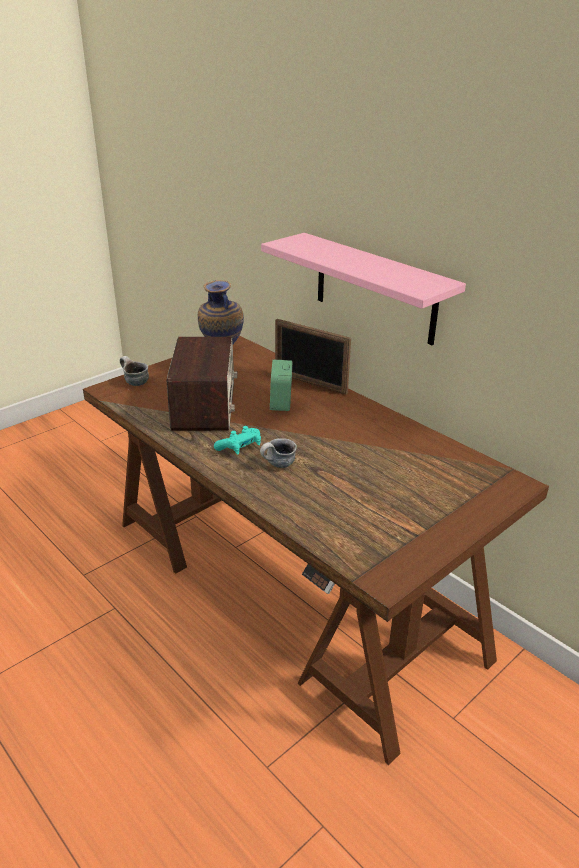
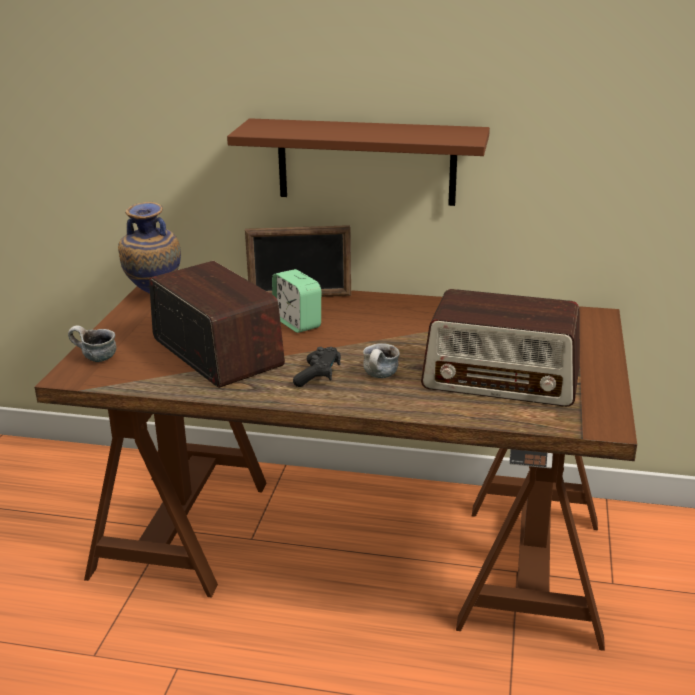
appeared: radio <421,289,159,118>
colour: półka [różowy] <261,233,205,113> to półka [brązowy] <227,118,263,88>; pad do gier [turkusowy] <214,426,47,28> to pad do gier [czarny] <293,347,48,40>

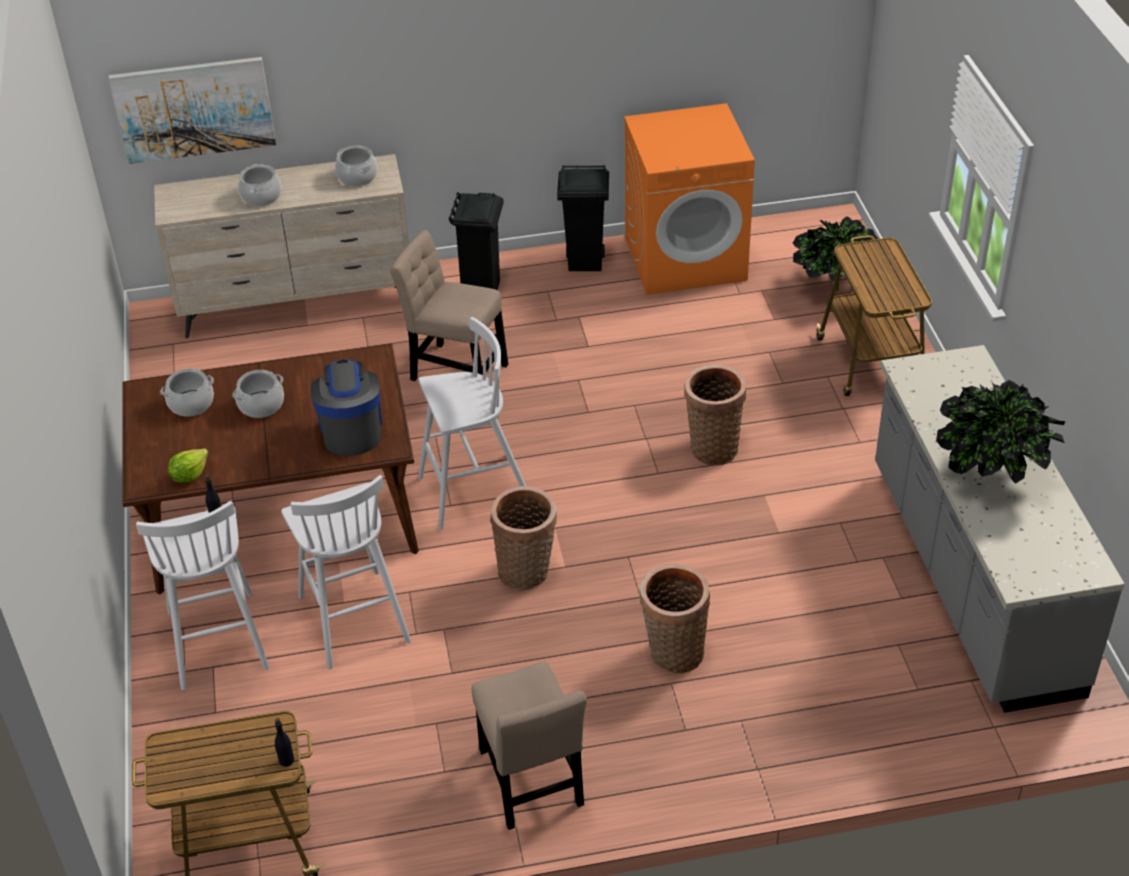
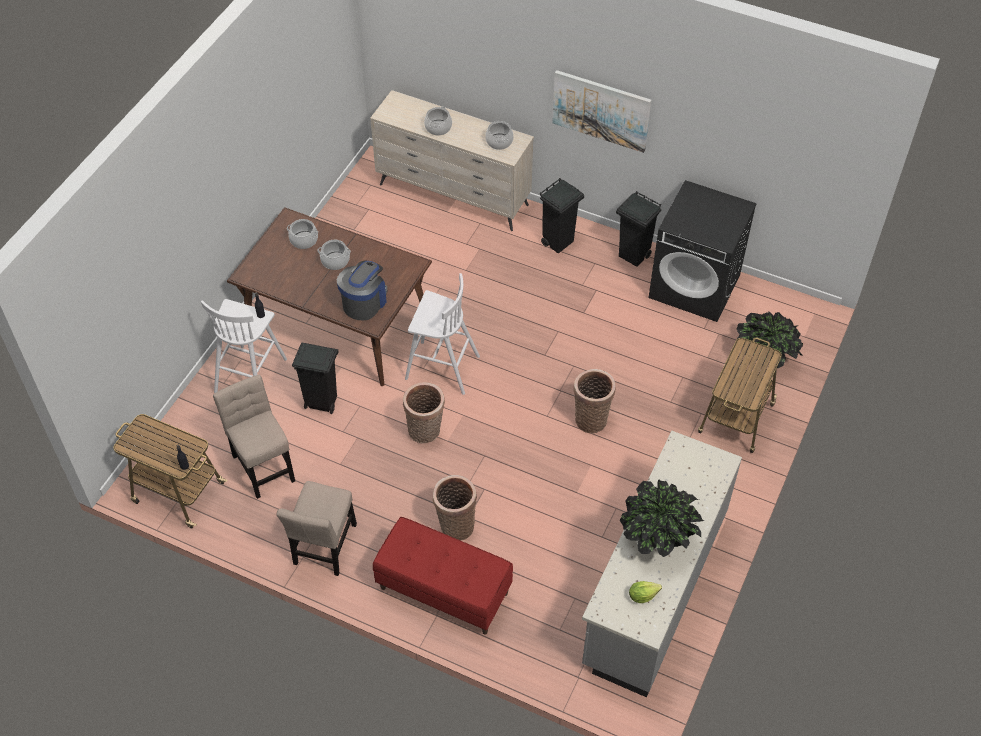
appeared: ławka [czerwony] <373,517,140,118>
relocated: krzesło [beżowy] <390,230,118,151> to <213,375,82,124>; obraz <109,57,167,107> to <552,70,99,83>; sałata <168,448,40,35> to <629,581,33,22>
exchanged: stołek [biały] <281,475,130,194> to kosz na śmieci [czarny] <292,343,46,71>
colour: pralka [pomarańczowy] <624,103,131,192> to pralka [czarny] <648,180,109,142>

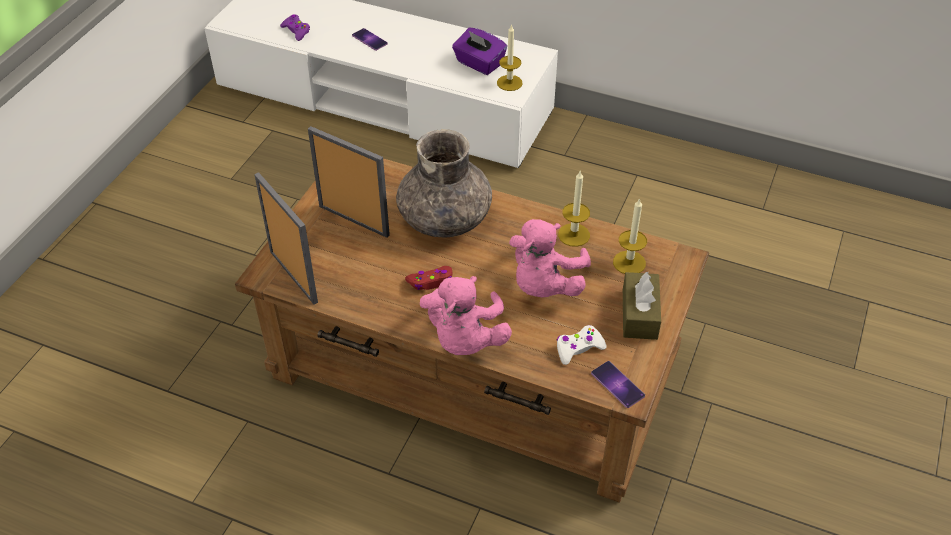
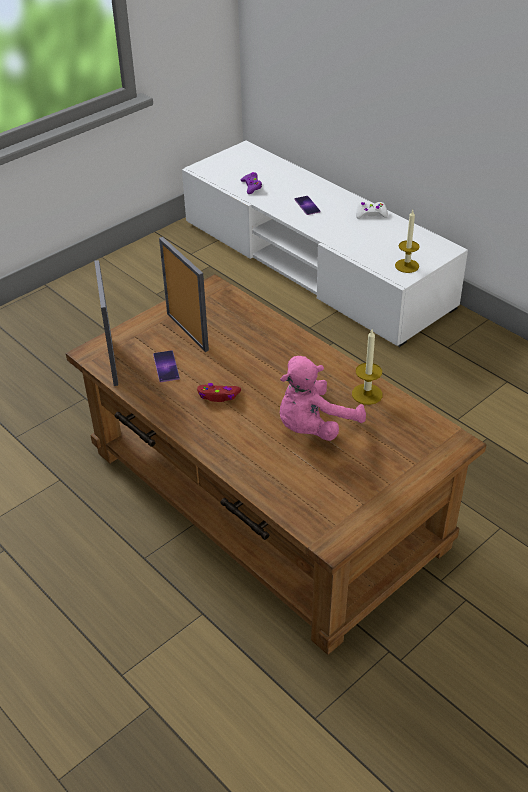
missing: wazon [szary] <396,129,96,109>; pluszak [różowy] <420,276,92,79>; pudełko chusteczek [fioletowy] <452,28,55,47>; świeca <613,198,34,76>; pudełko chusteczek [brązowy] <623,272,38,68>
relocated: telefon <591,361,54,47> to <153,350,27,32>; pad do gier [biały] <557,325,50,40> to <356,202,32,17>

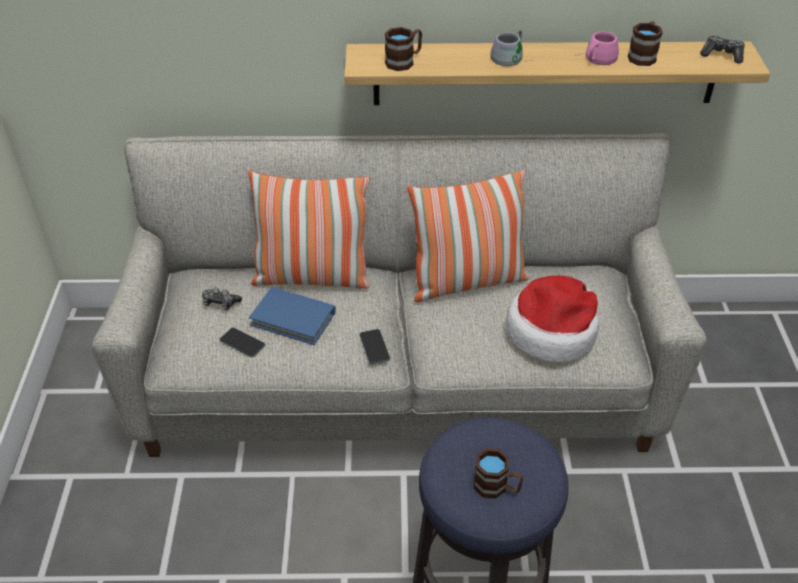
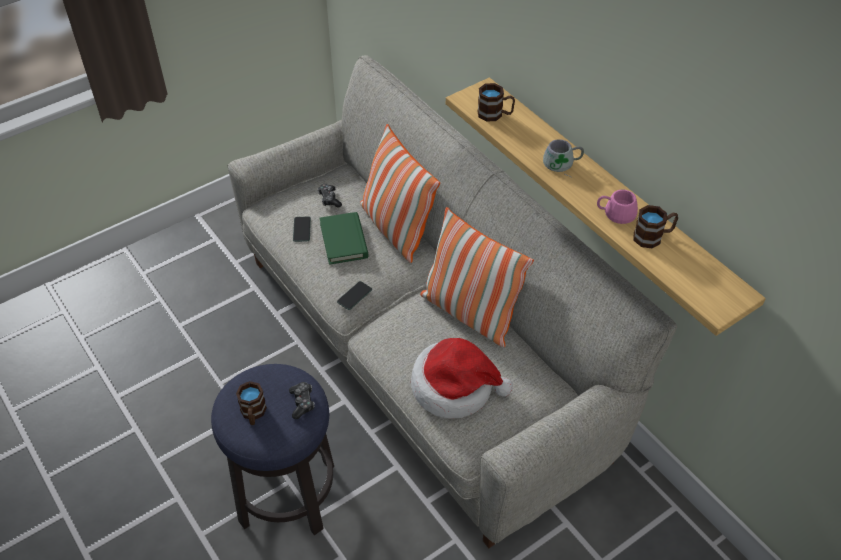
relocated: pad do gier <700,36,44,28> to <289,382,26,37>
colour: książka [niebieski] <249,287,87,58> to książka [zielony] <320,212,49,53>

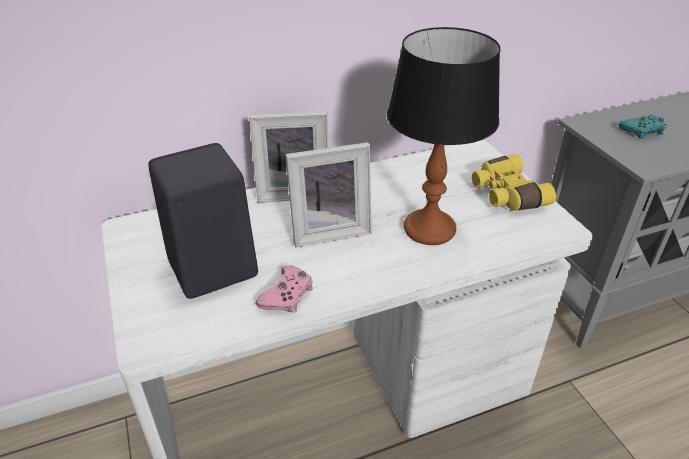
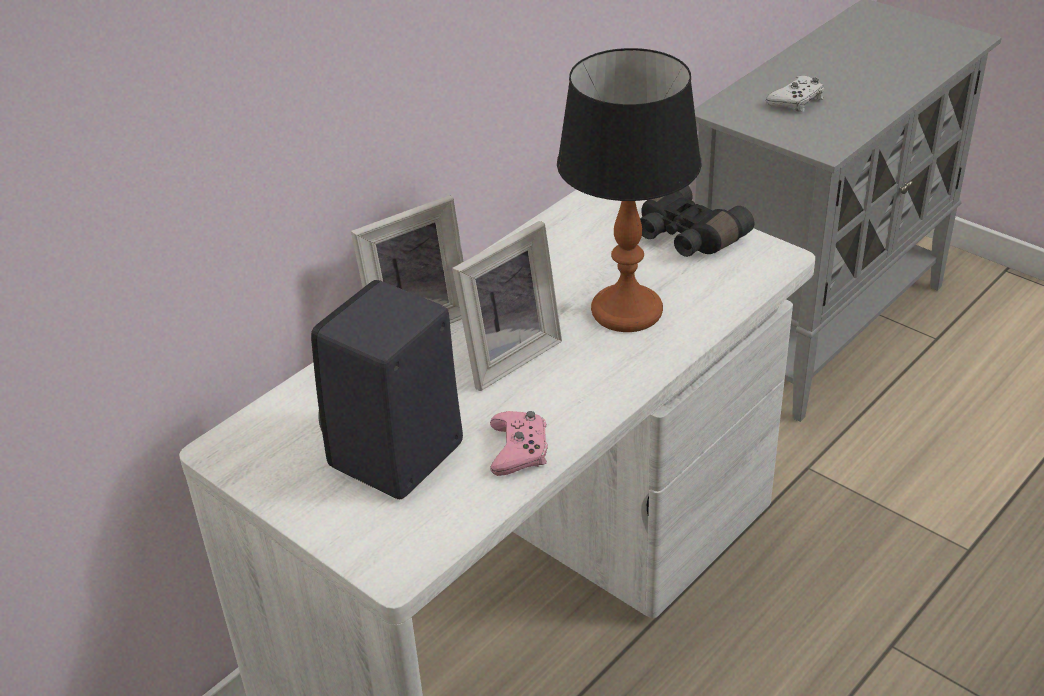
colour: lornetka [żółty] <472,154,84,57> to lornetka [czarny] <640,186,114,71>; pad do gier [turkusowy] <618,115,49,24> to pad do gier [biały] <766,76,58,36>

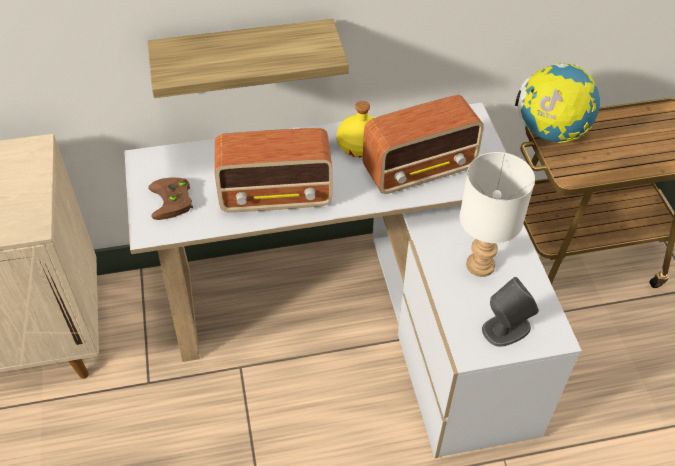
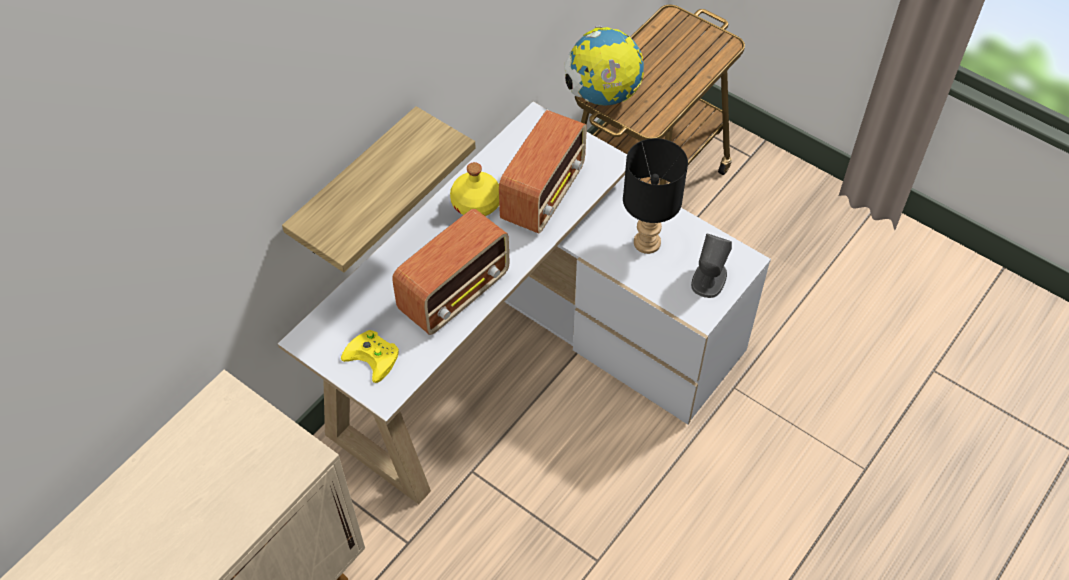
colour: pad do gier [brązowy] <148,177,45,43> to pad do gier [żółty] <341,330,58,53>; lampa stołowa [biały] <459,152,76,125> to lampa stołowa [czarny] <623,138,65,116>

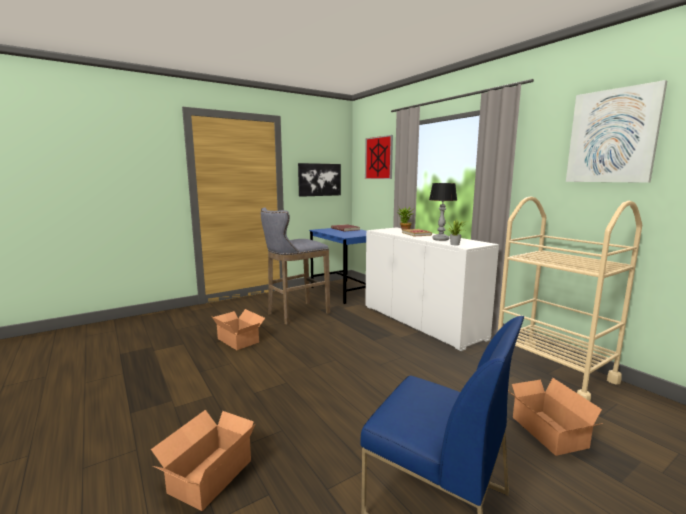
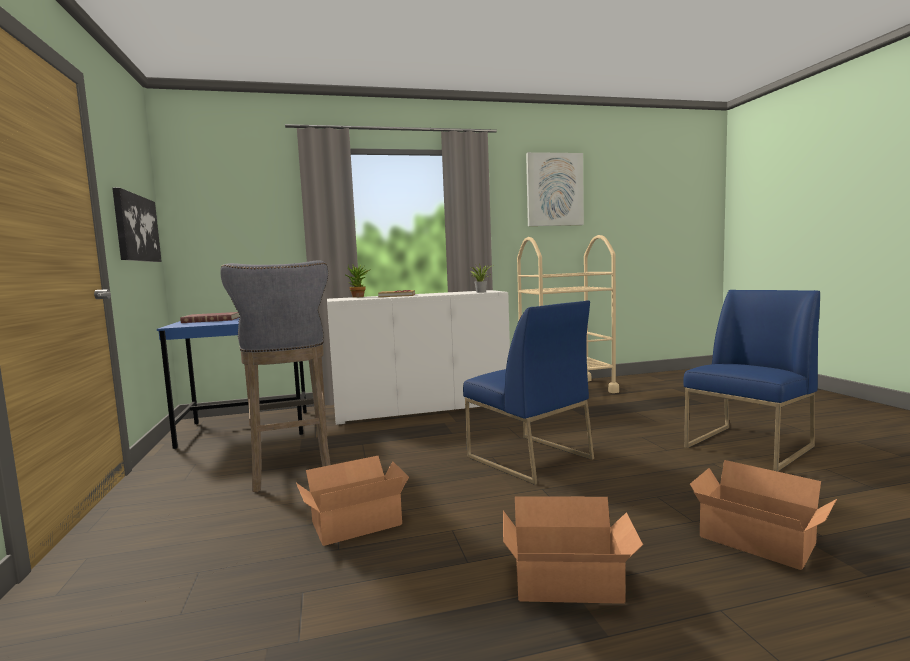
missing: obraz <365,135,28,44>; lampa stołowa <429,183,28,58>
appeared: krzesło [niebieski] <463,300,131,185>
relocated: karton <509,378,94,78> to <503,497,140,107>

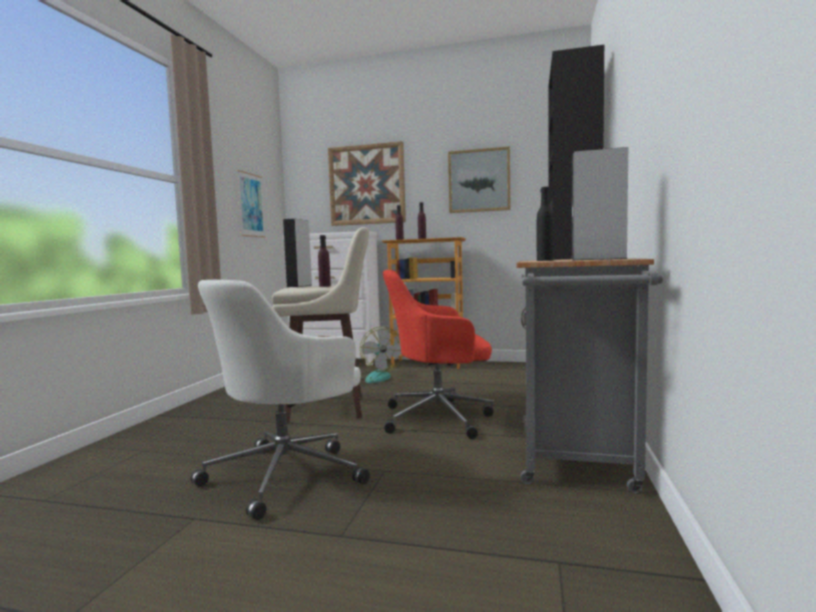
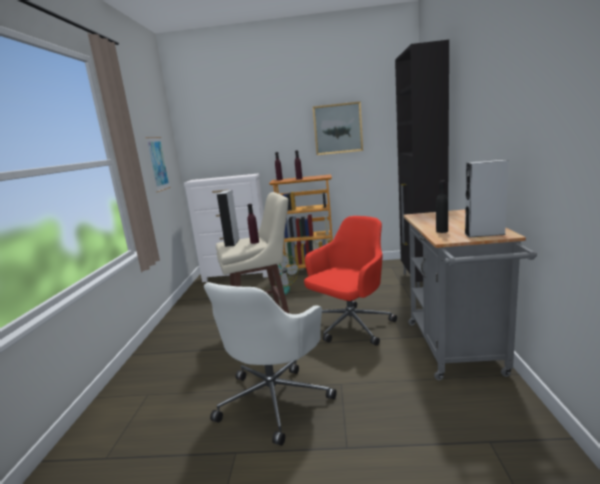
missing: obraz <328,141,78,85>
spun: krzesło biurowe [czerwony] <383,270,111,169> = <304,216,93,130> 150 degrees clockwise

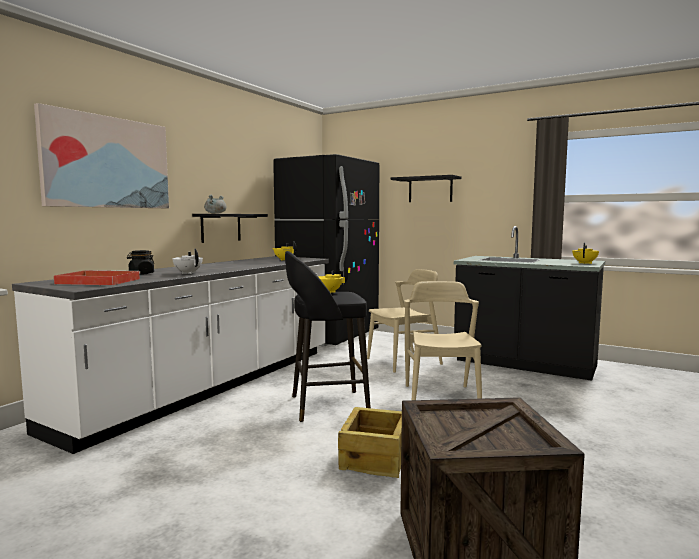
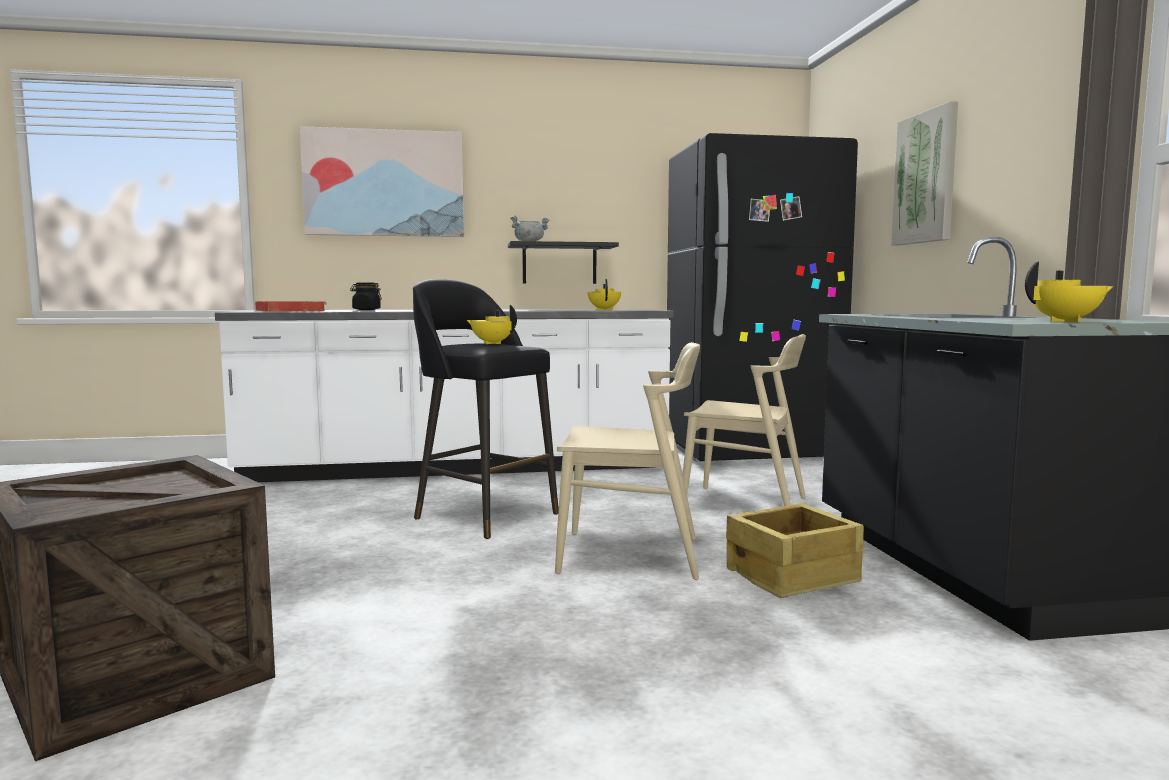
missing: imbryk [biały] <172,248,31,26>
relocated: skrzynka <338,407,64,71> to <726,504,138,95>
exchanged: półka [czarny] <391,175,71,27> to obraz <891,101,67,145>
spun: krzesło [beżowy] <404,281,78,119> = <555,342,145,238> 45 degrees clockwise

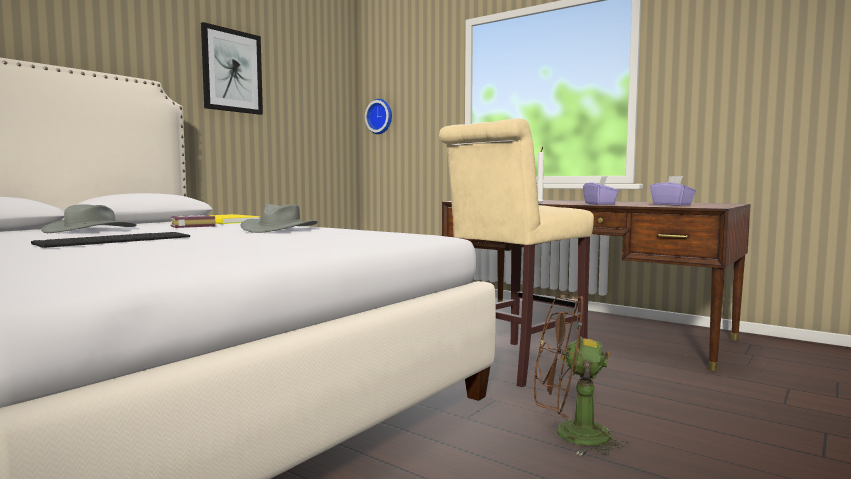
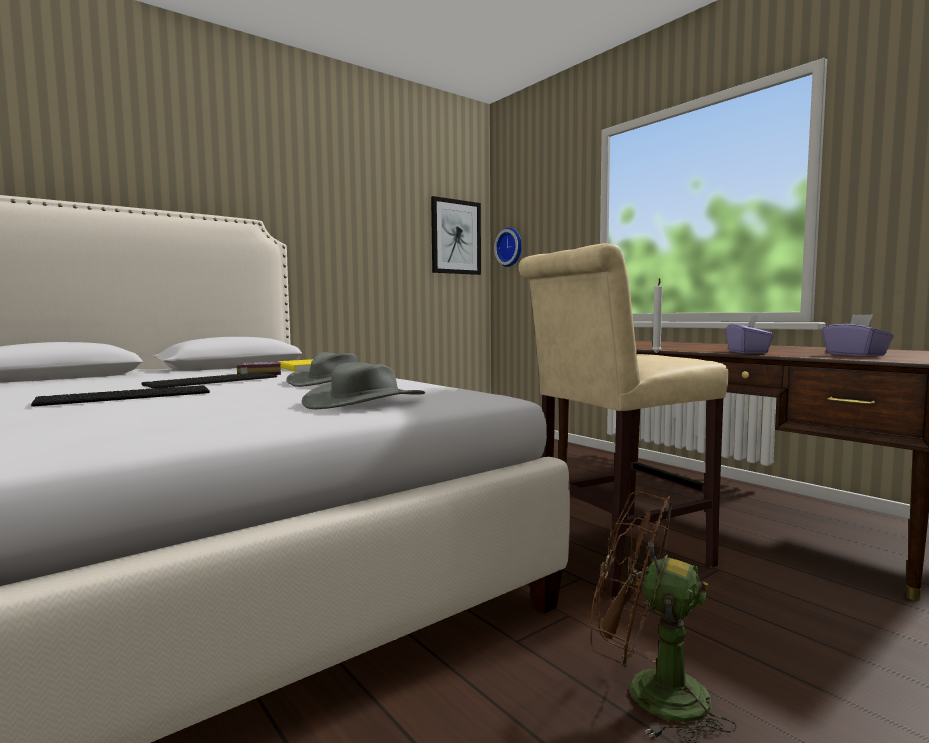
appeared: klawiatura <141,372,136,17>
relocated: kapelusz [szary] <41,204,96,29> to <302,362,123,48>; obraz <201,22,62,93> to <431,196,50,79>

